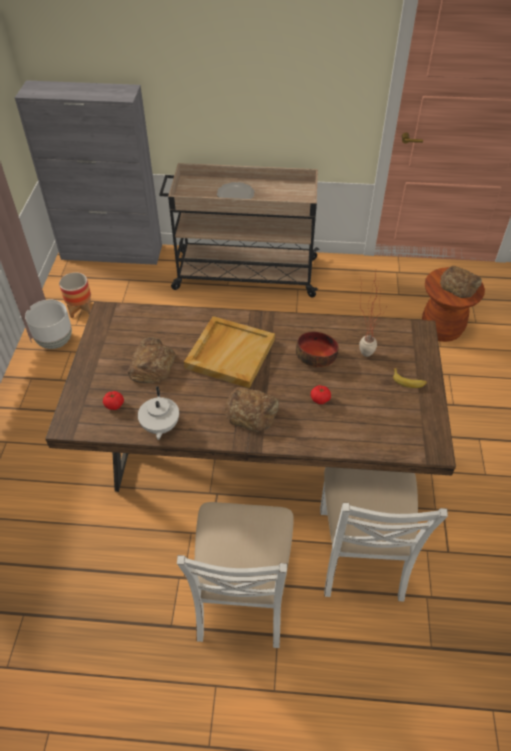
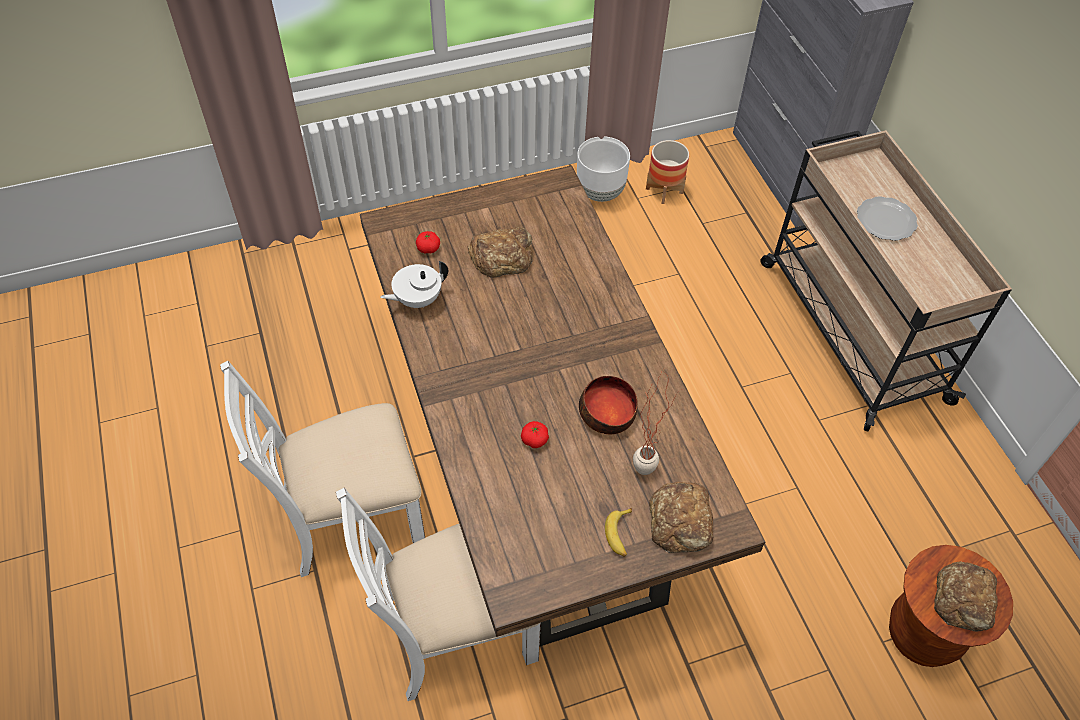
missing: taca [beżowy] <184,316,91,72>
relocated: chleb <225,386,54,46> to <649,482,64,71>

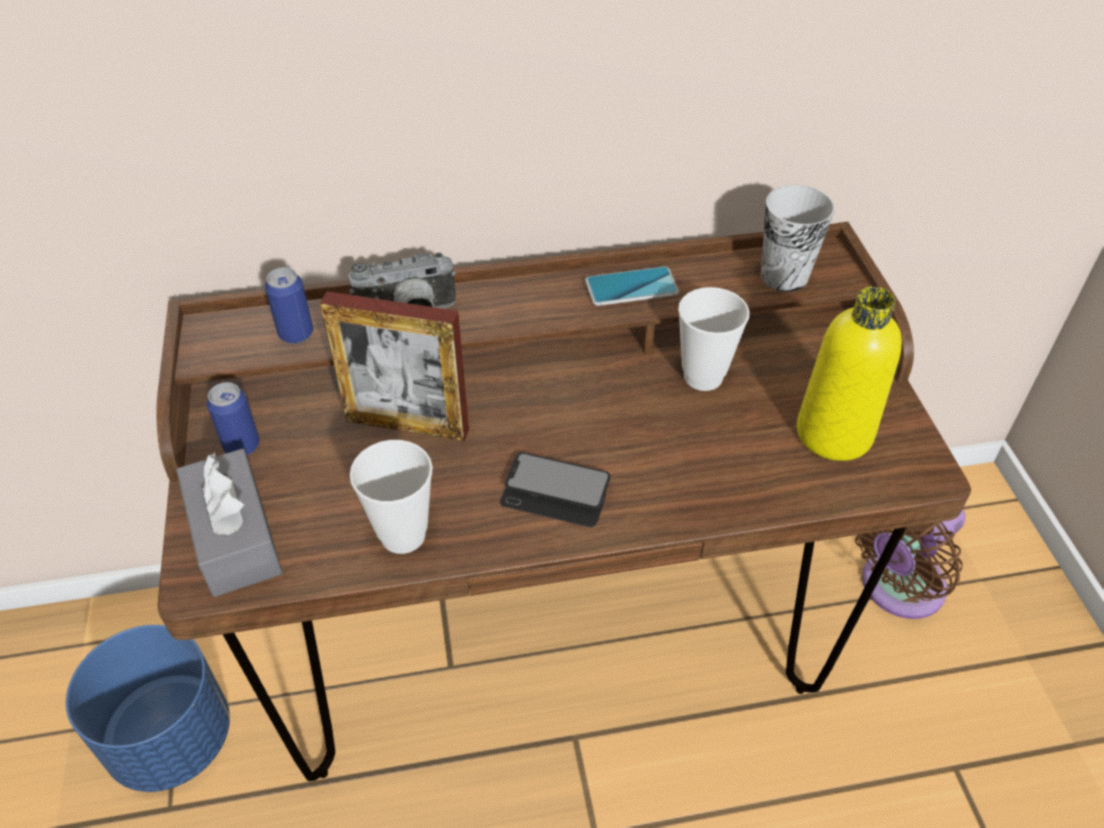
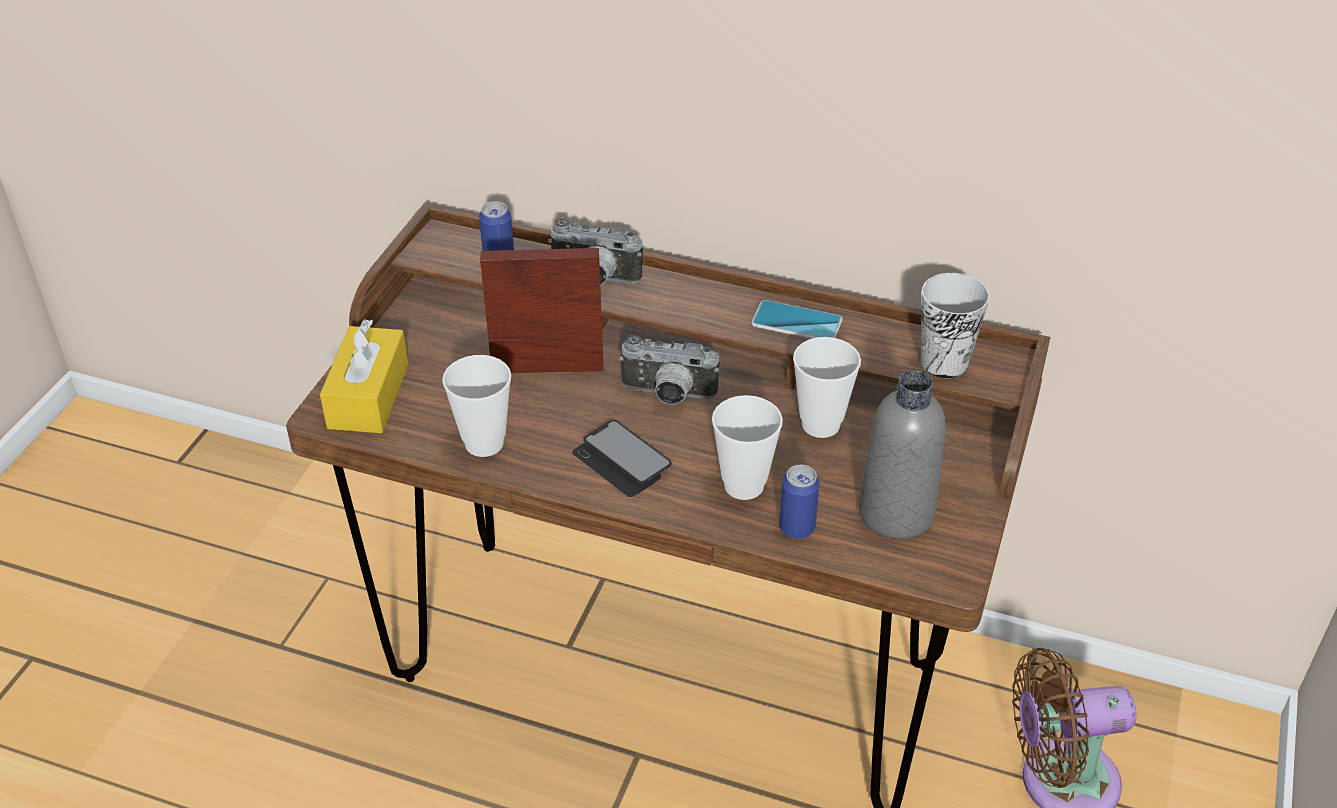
missing: donica [niebieski] <66,625,164,167>
appeared: aparat fotograficzny <619,335,101,70>; filiżanka <712,395,71,105>
relocated: puszka <207,382,53,74> to <779,465,41,74>
colour: pudełko chusteczek [szary] <176,449,107,148> to pudełko chusteczek [żółty] <320,319,88,114>; butelka [żółty] <797,286,105,175> to butelka [szary] <859,370,87,169>
spun: ramka na zdjęcie <320,291,149,151> = <480,248,123,126> 135 degrees clockwise

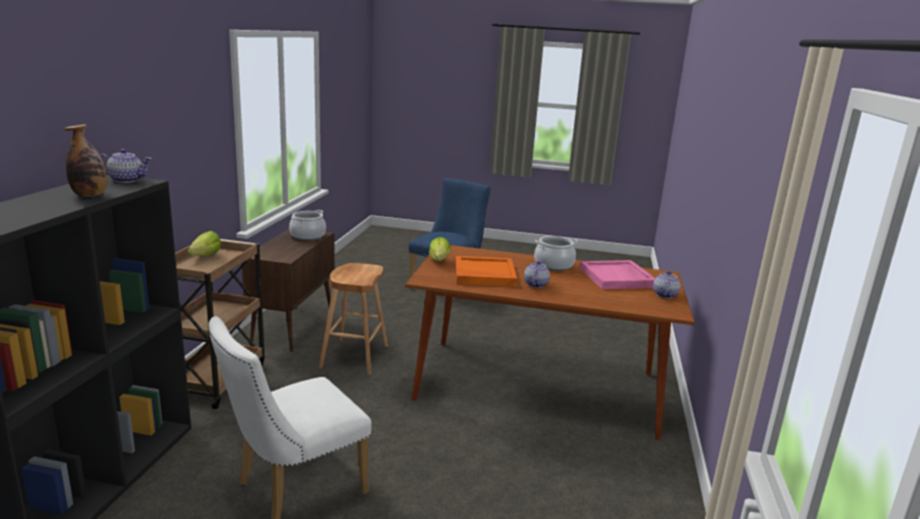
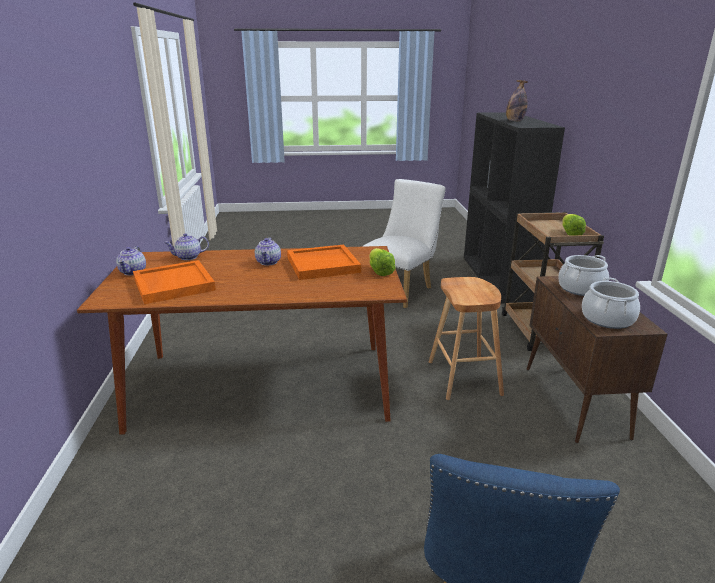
relocated: imbryk <100,149,52,34> to <164,233,45,27>; garnek <534,236,44,35> to <558,255,51,41>
colour: taca [różowy] <580,260,75,29> to taca [pomarańczowy] <133,260,83,44>

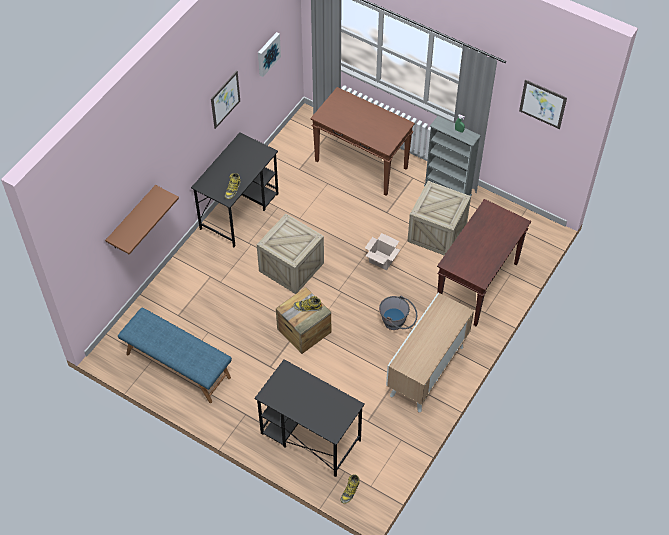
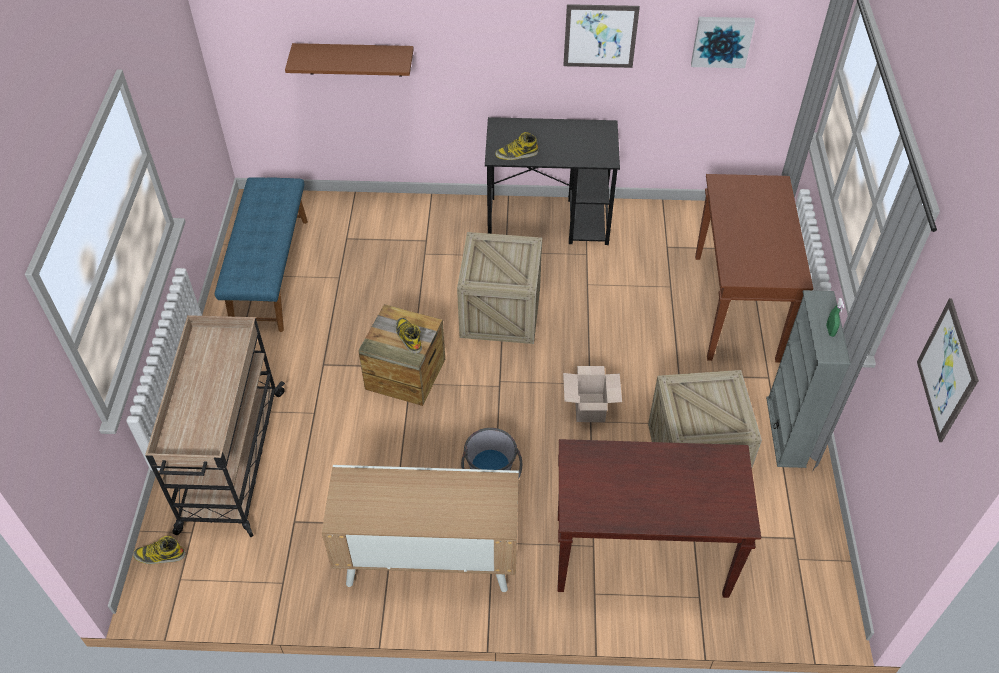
exchanged: biurko [czarny] <255,359,110,118> to wózek [beżowy] <145,315,140,222>

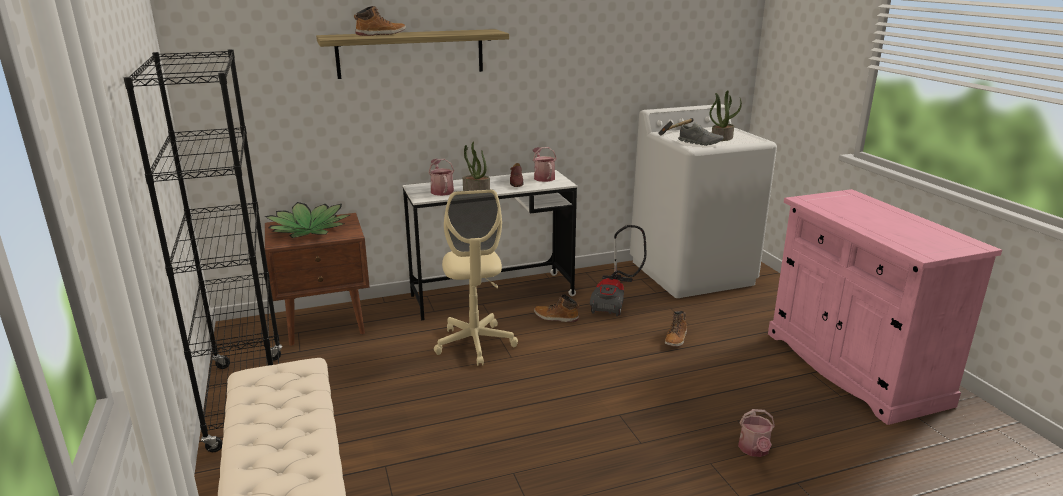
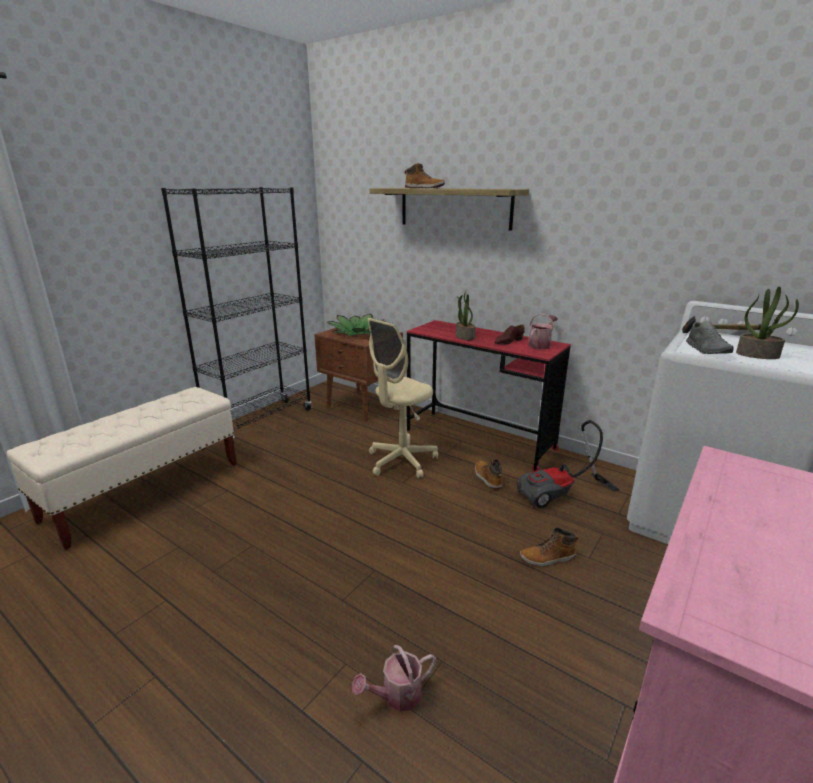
missing: konewka <428,159,26,37>
colour: biurko [biały] <403,170,174,150> to biurko [czerwony] <407,320,164,152>

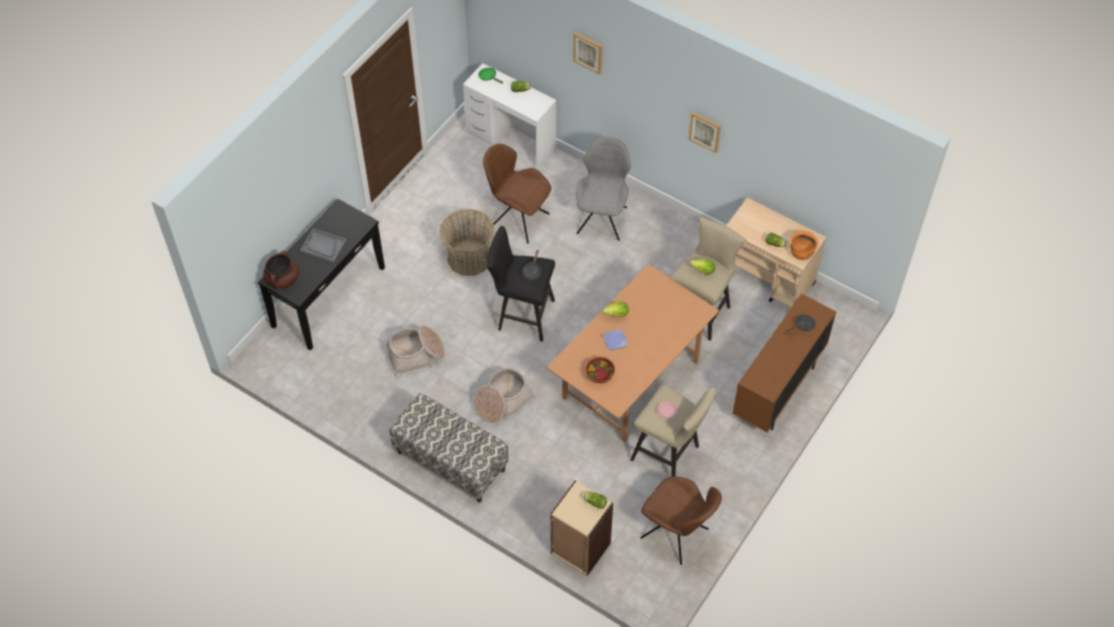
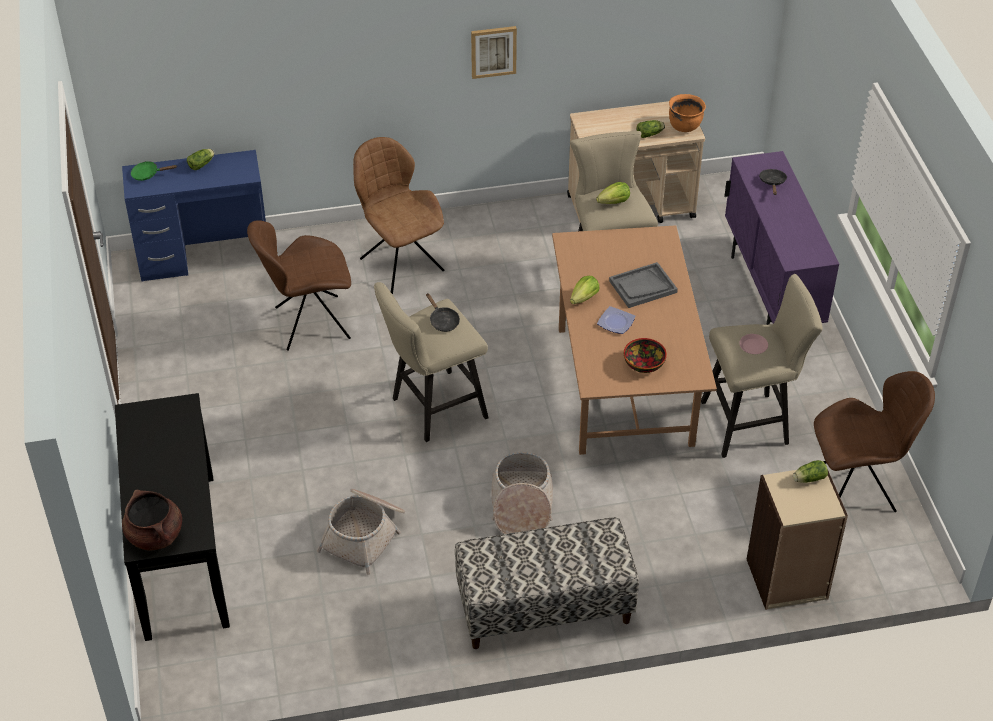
missing: koszyk <440,209,55,67>; obraz <573,32,29,42>
relocated: taca [szary] <300,229,46,34> to <609,262,69,46>
colour: biurko [biały] <463,63,93,107> to biurko [niebieski] <122,150,144,132>; krzesło [szary] <576,137,55,104> to krzesło [brązowy] <353,137,92,157>; stołek [czarny] <486,226,69,116> to stołek [beżowy] <374,282,115,160>; szafka [brązowy] <732,293,104,139> to szafka [fioletowy] <724,151,115,174>

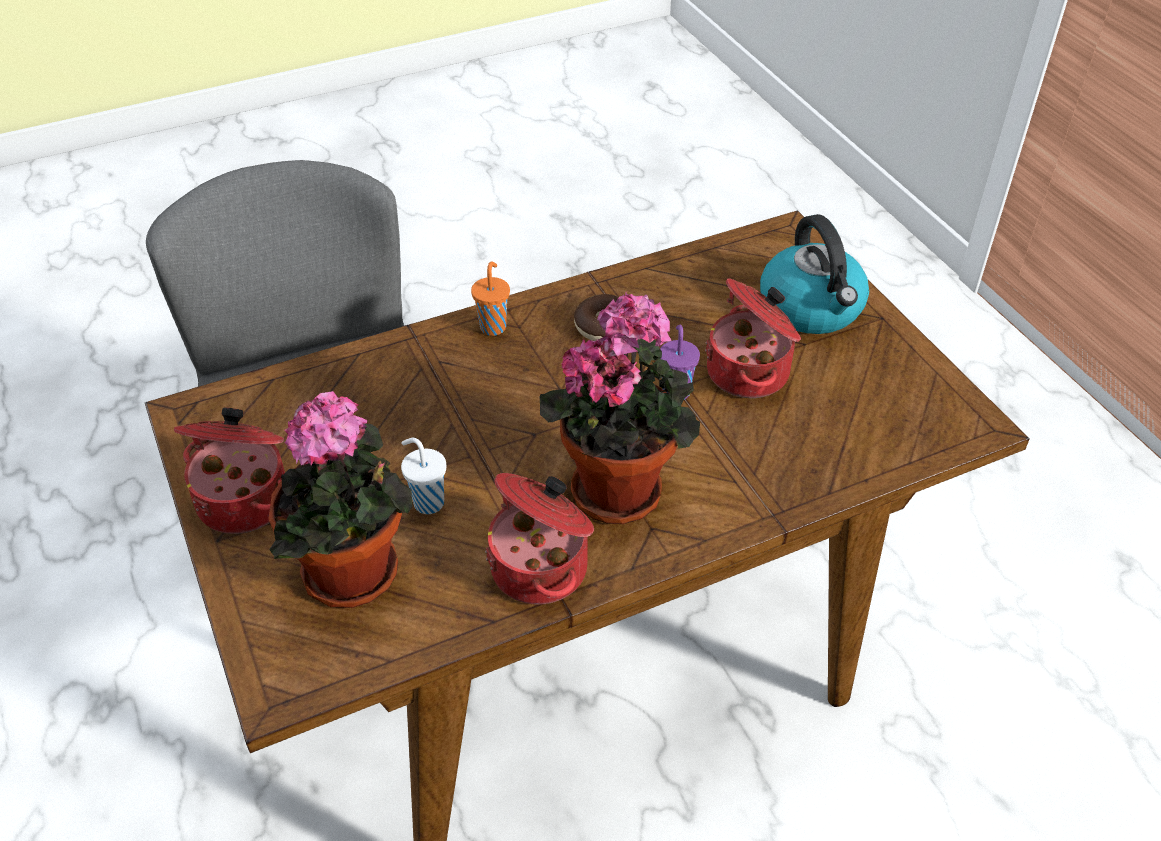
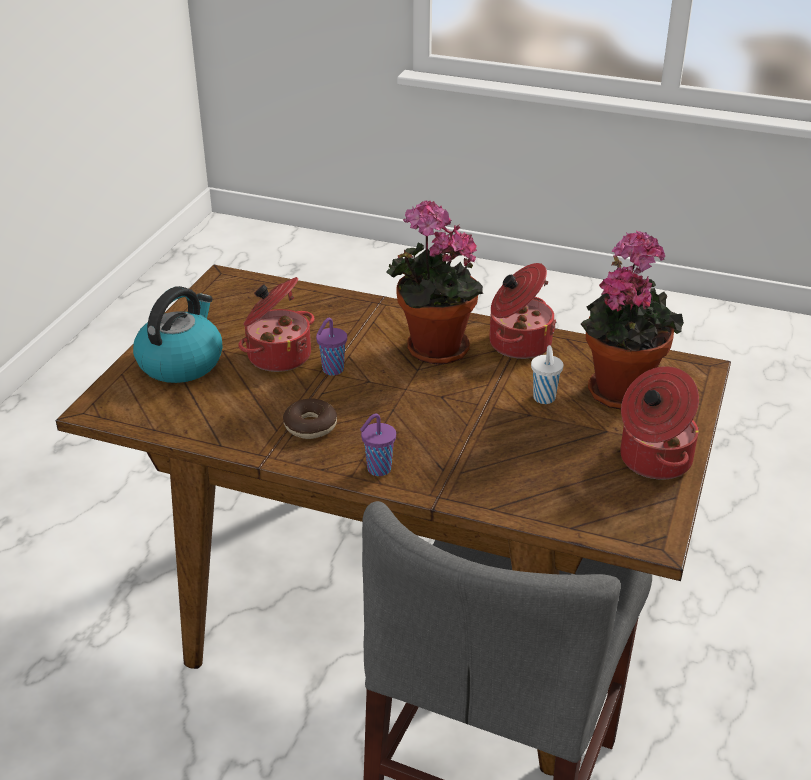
colour: filiżanka [pomarańczowy] <471,261,39,75> to filiżanka [fioletowy] <360,413,36,63>

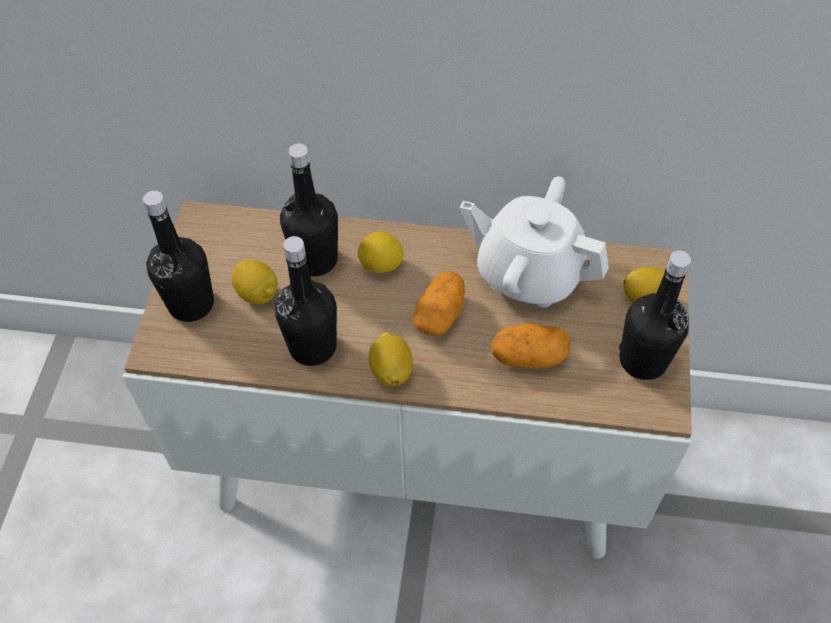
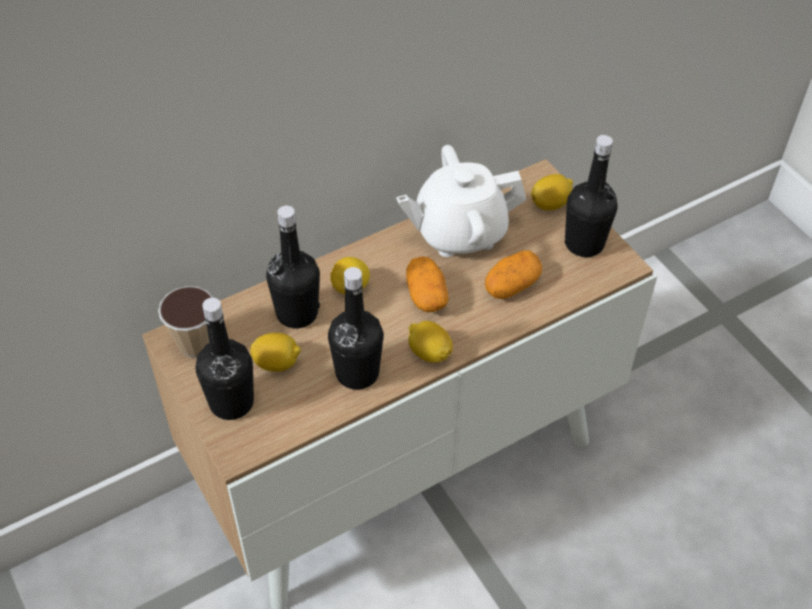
appeared: filiżanka <158,286,56,72>

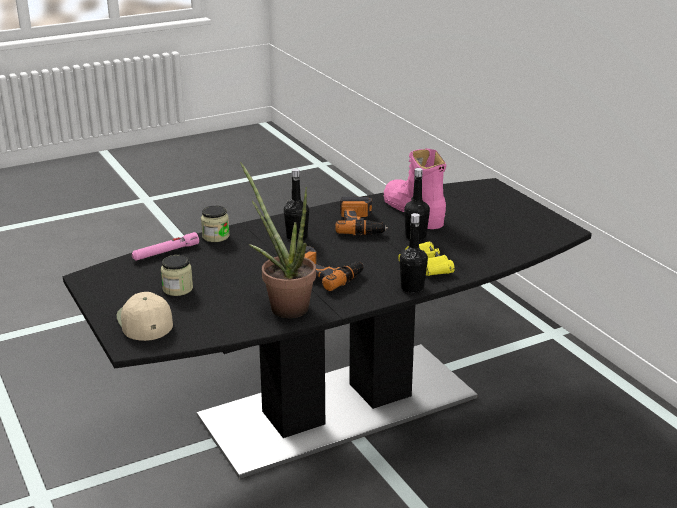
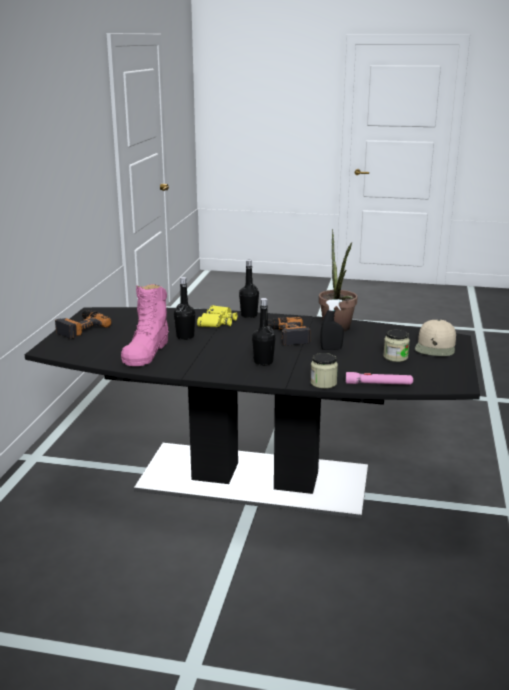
appeared: spryskiwacz [czarny] <320,299,24,51>
relocated: wiertarka <336,197,52,38> to <55,310,57,29>

